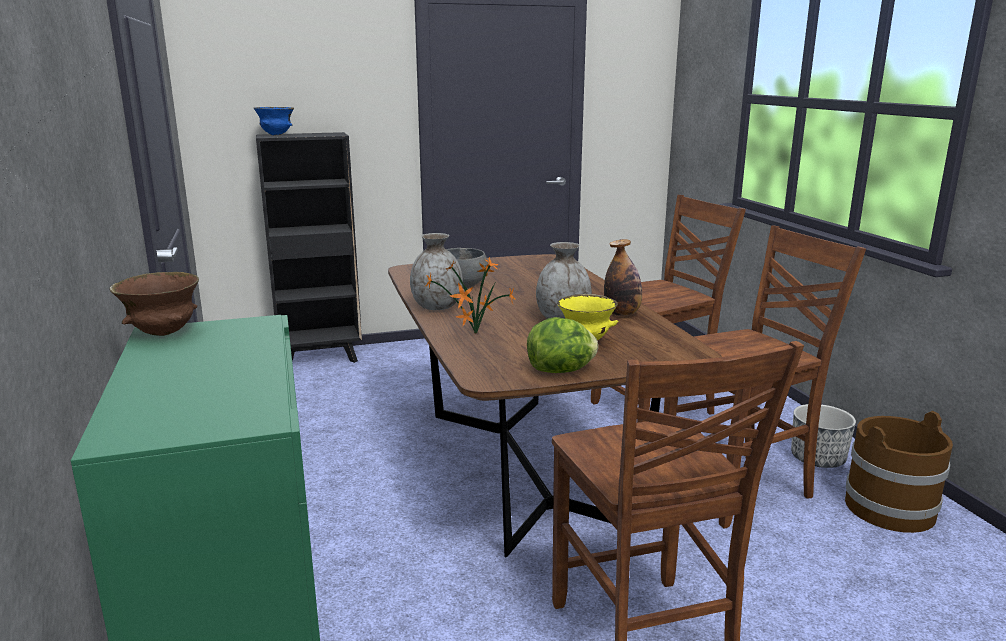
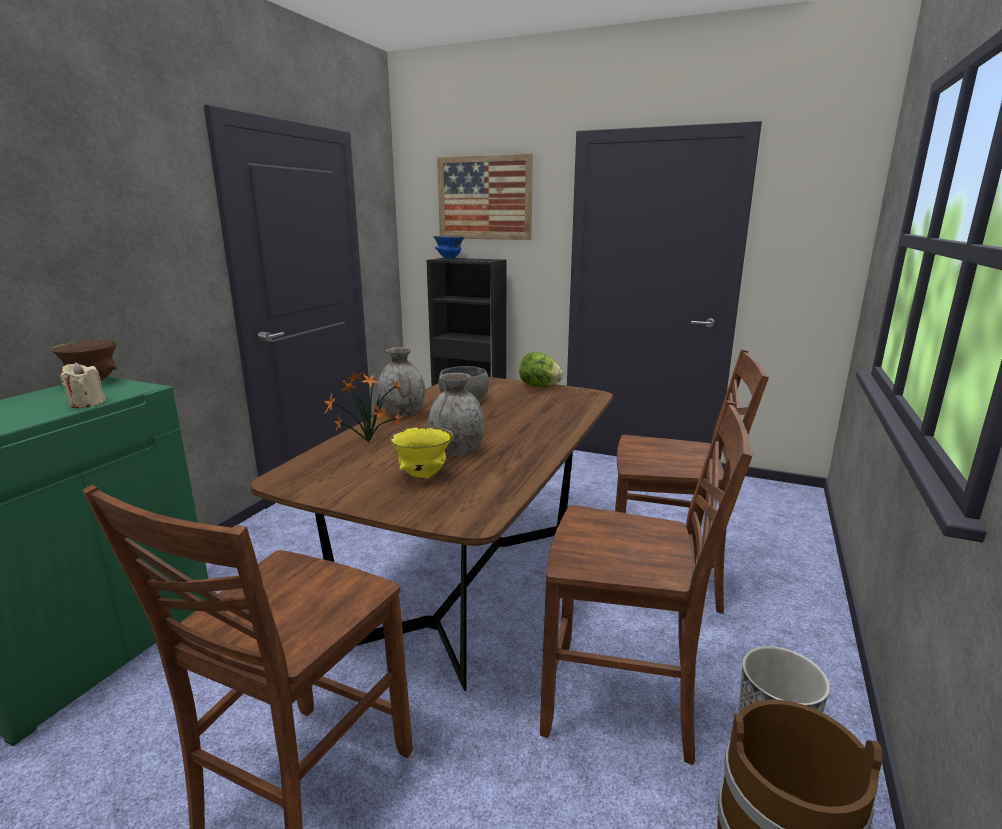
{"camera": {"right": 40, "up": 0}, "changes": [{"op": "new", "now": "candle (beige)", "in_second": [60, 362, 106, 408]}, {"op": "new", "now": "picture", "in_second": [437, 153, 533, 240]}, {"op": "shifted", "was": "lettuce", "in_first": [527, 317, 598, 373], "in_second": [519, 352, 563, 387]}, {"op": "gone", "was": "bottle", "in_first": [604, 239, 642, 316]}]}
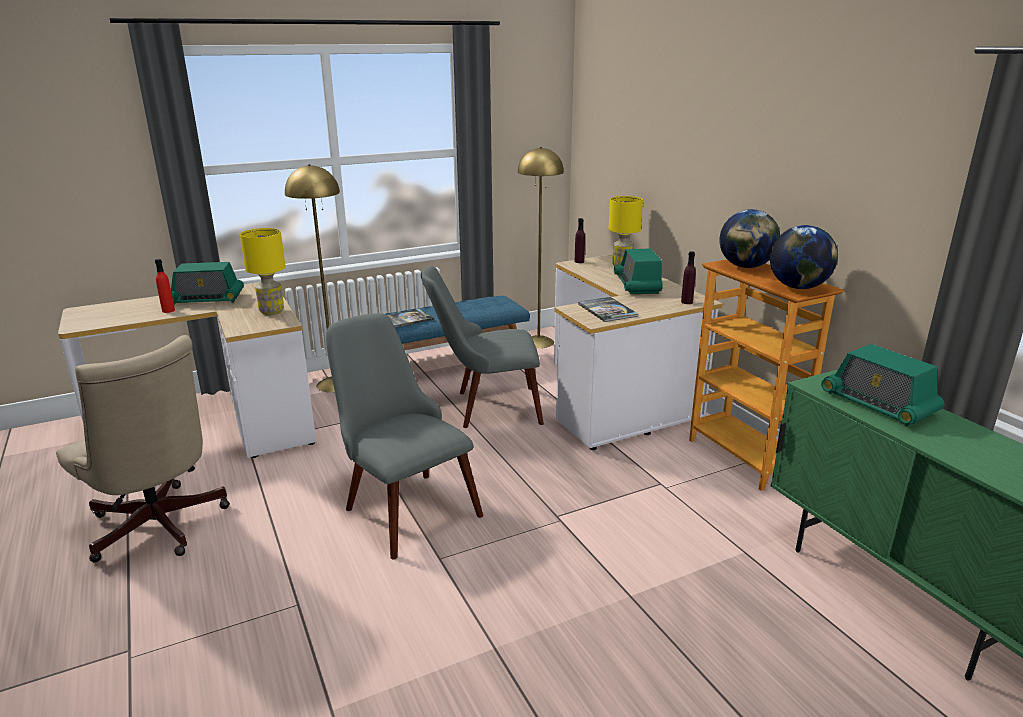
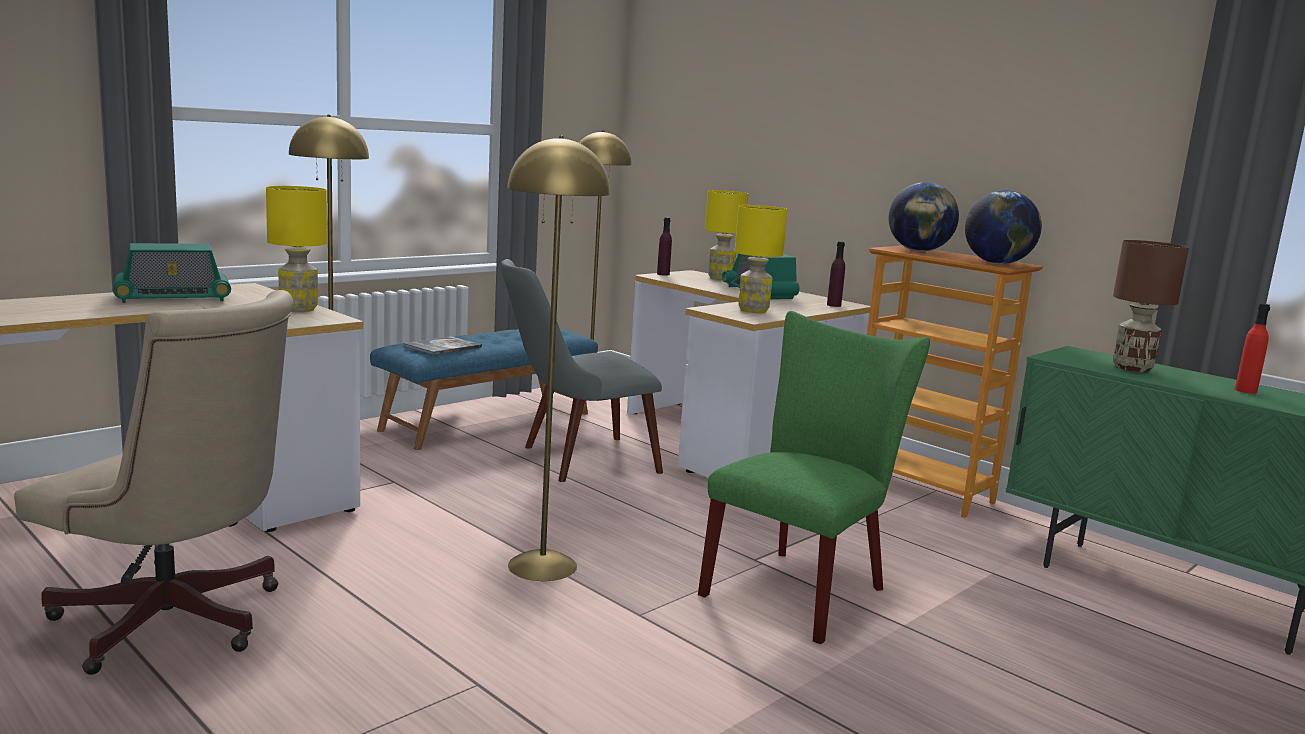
{"camera": {"right": -20, "up": -10}, "changes": [{"op": "swapped", "was": "chair (grey)", "now": "floor lamp (yellow)", "in_first": [326, 313, 483, 560], "in_second": [508, 135, 610, 581]}, {"op": "new", "now": "chair (green)", "in_second": [698, 311, 930, 644]}, {"op": "swapped", "was": "book", "now": "table lamp (yellow)", "in_first": [578, 297, 638, 322], "in_second": [735, 205, 788, 313]}, {"op": "swapped", "was": "radio", "now": "table lamp (brown)", "in_first": [821, 344, 944, 427], "in_second": [1113, 240, 1189, 373]}, {"op": "shifted", "was": "bottle (red)", "in_first": [155, 259, 175, 313], "in_second": [1235, 303, 1270, 394]}]}
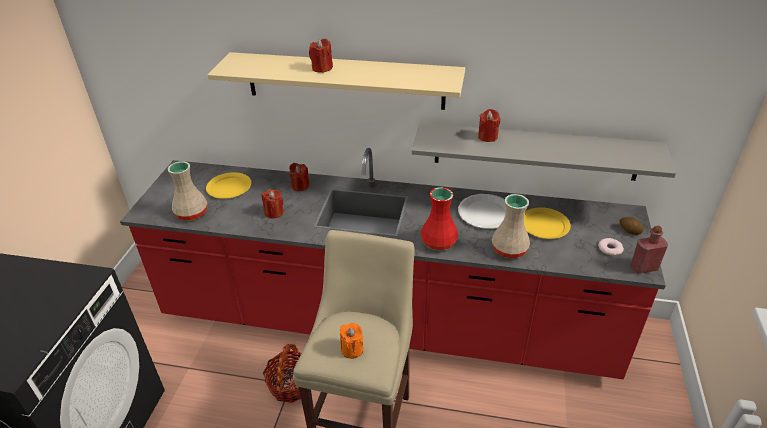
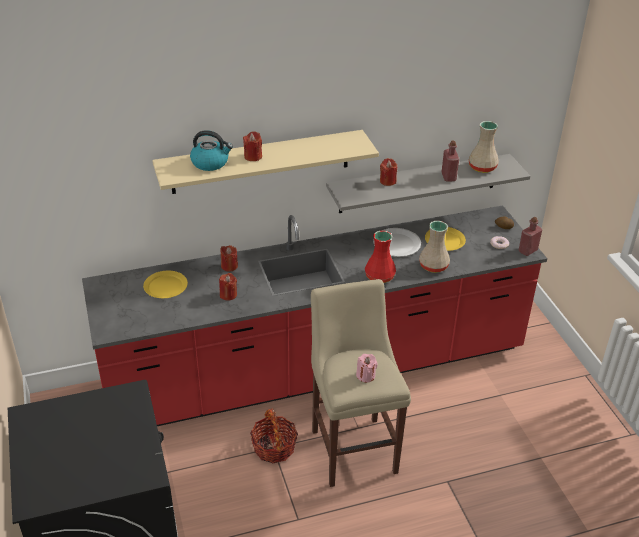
{"camera": {"right": -30, "up": 0}, "changes": [{"op": "new", "now": "kettle", "in_second": [190, 130, 233, 171]}, {"op": "repainted", "was": "candle (orange)", "now": "candle (pink)", "in_first": [340, 323, 364, 359], "in_second": [356, 354, 378, 382]}, {"op": "new", "now": "bottle (red)", "in_second": [442, 141, 459, 182]}, {"op": "shifted", "was": "vase (beige)", "in_first": [168, 161, 207, 221], "in_second": [469, 121, 499, 173]}]}
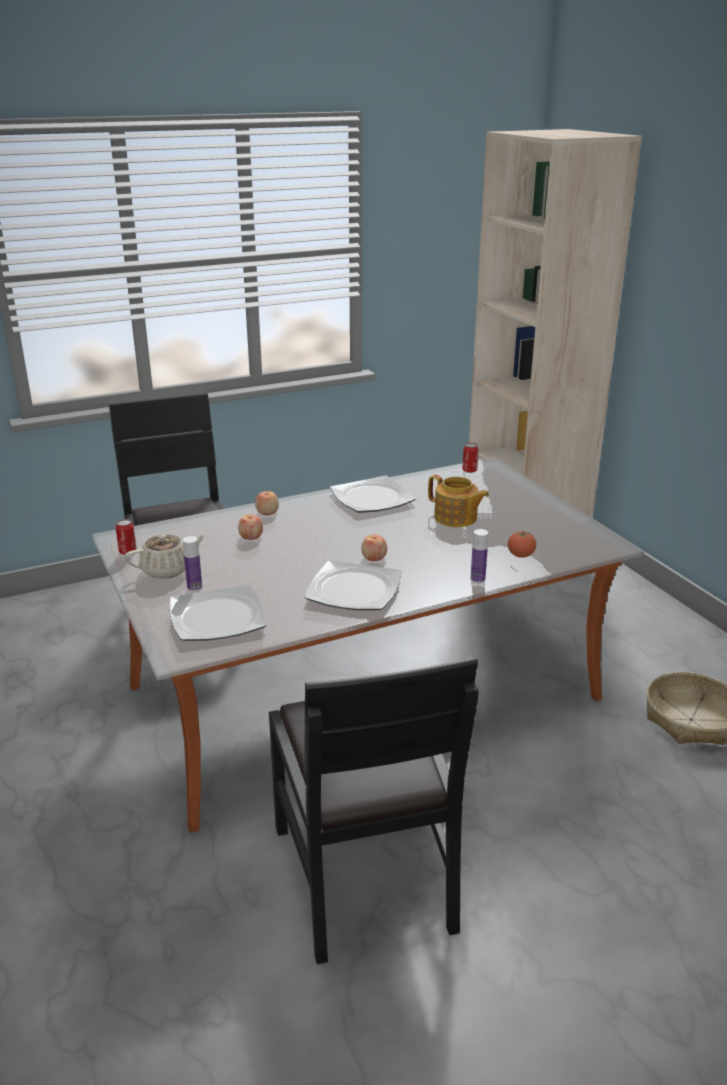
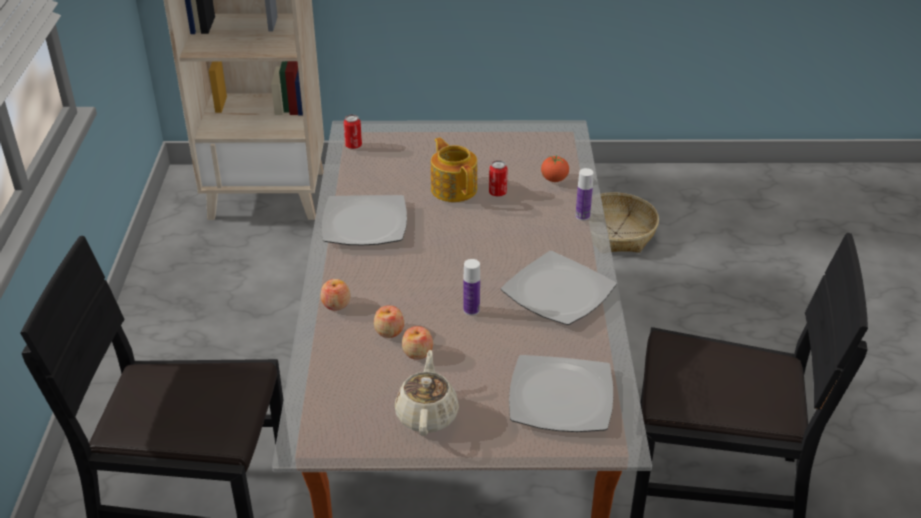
{"camera": {"right": -65, "up": 10}, "changes": [{"op": "shifted", "was": "apple", "in_first": [361, 534, 387, 561], "in_second": [402, 326, 433, 359]}, {"op": "rotated", "was": "teapot", "in_first": [428, 475, 489, 527], "in_second": [431, 137, 477, 202], "clockwise": -90}, {"op": "shifted", "was": "bottle", "in_first": [183, 536, 202, 591], "in_second": [463, 259, 480, 316]}, {"op": "shifted", "was": "can", "in_first": [116, 519, 137, 555], "in_second": [489, 160, 508, 197]}]}
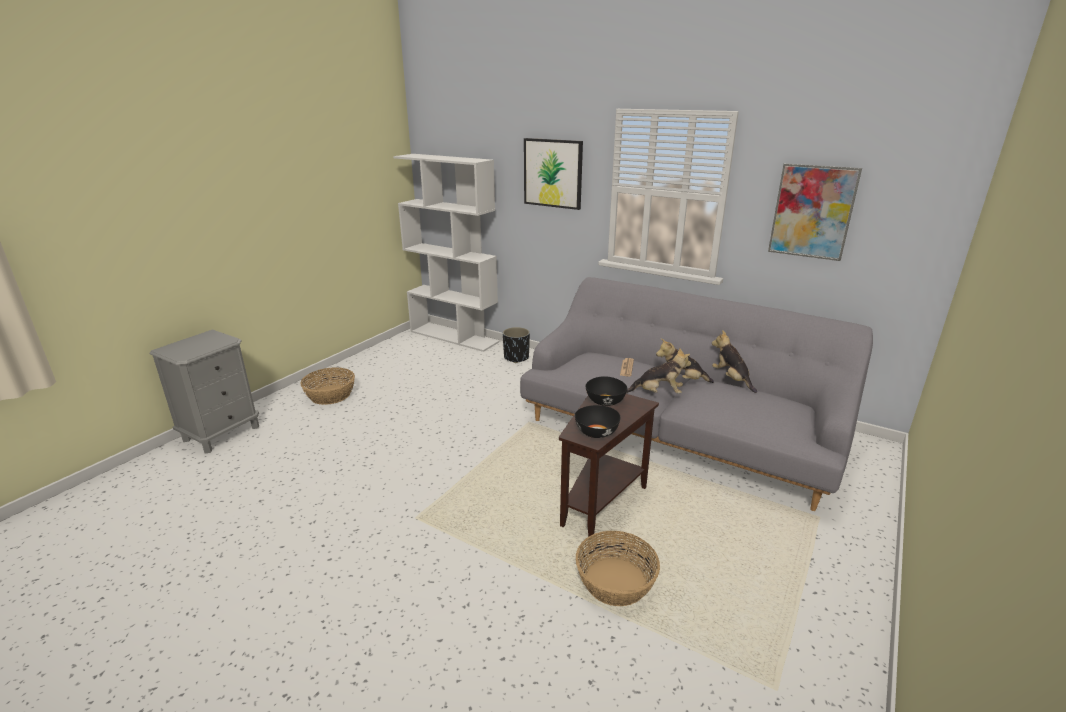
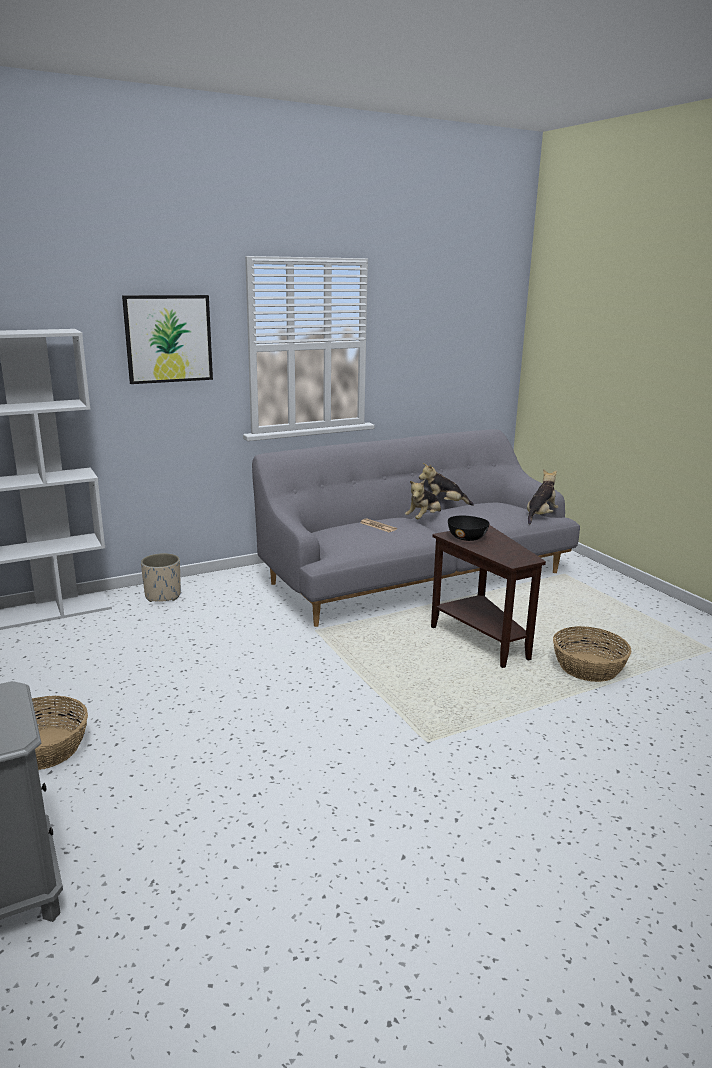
{"camera": {"right": -60, "up": -5}, "changes": [{"op": "repainted", "was": "planter (black)", "now": "planter (beige)", "in_first": [503, 327, 530, 363], "in_second": [141, 553, 181, 602]}, {"op": "shifted", "was": "plush toy", "in_first": [626, 348, 691, 394], "in_second": [527, 469, 558, 525]}, {"op": "gone", "was": "bowl (black)", "in_first": [575, 405, 620, 438]}, {"op": "gone", "was": "picture", "in_first": [768, 163, 862, 261]}]}
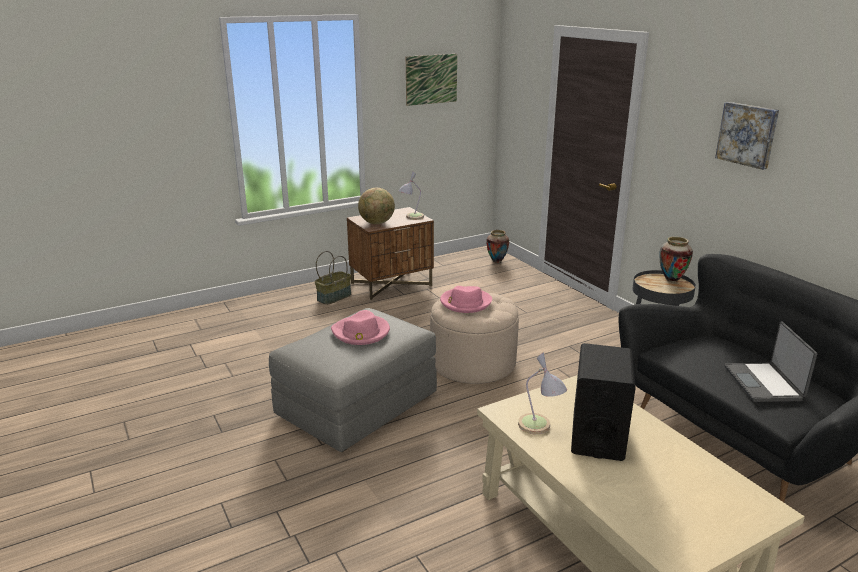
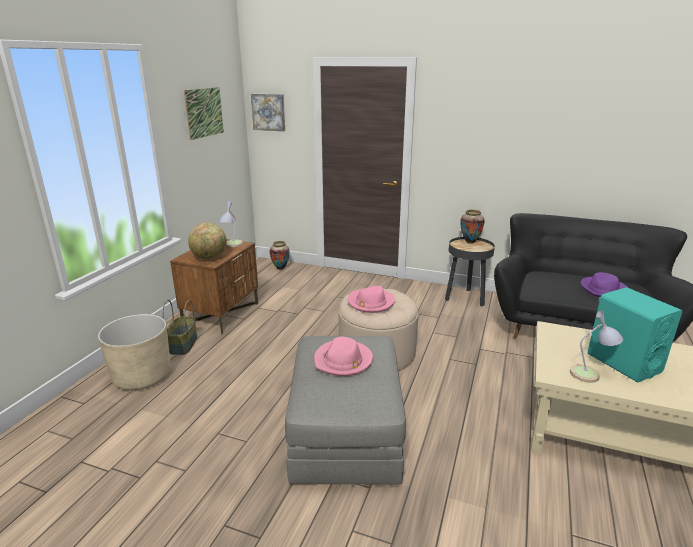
{"camera": {"right": -40, "up": 0}, "changes": [{"op": "new", "now": "planter (beige)", "in_second": [98, 314, 171, 390]}, {"op": "shifted", "was": "picture", "in_first": [715, 102, 779, 170], "in_second": [251, 94, 285, 131]}, {"op": "swapped", "was": "laptop", "now": "hat (purple)", "in_first": [724, 322, 817, 402], "in_second": [581, 272, 628, 297]}, {"op": "repainted", "was": "speaker (black)", "now": "speaker (turquoise)", "in_first": [571, 343, 636, 461], "in_second": [587, 287, 682, 382]}]}
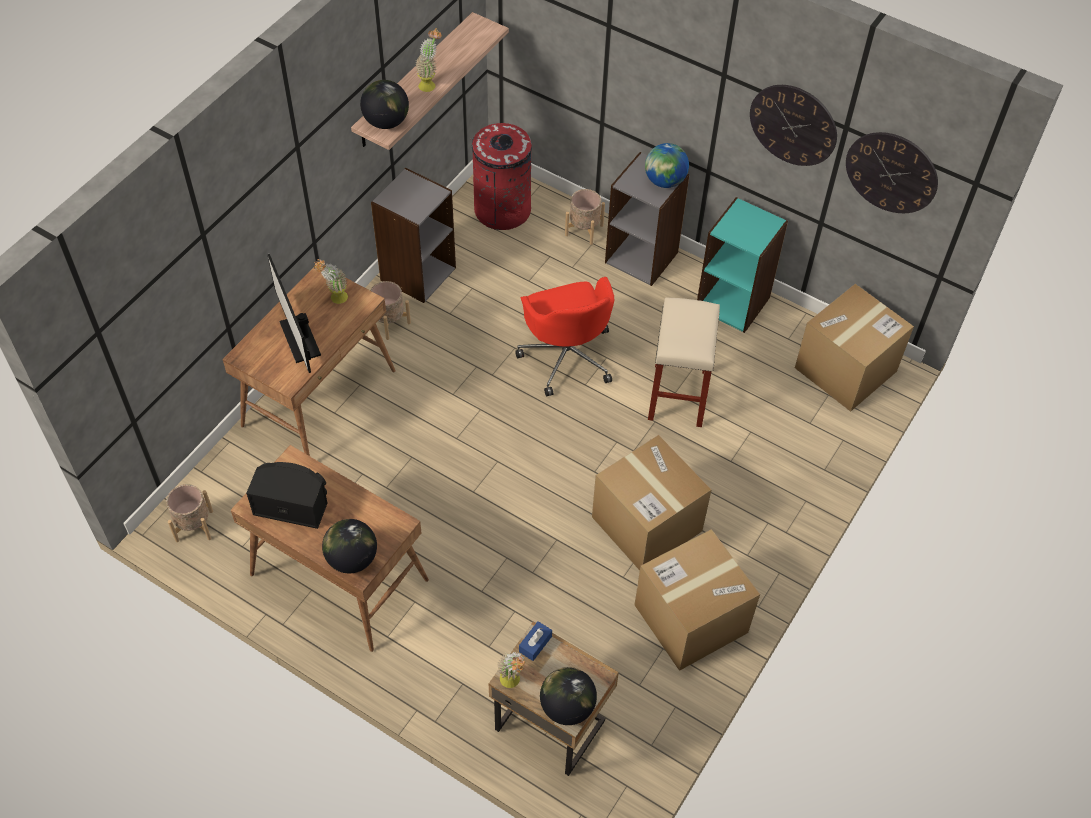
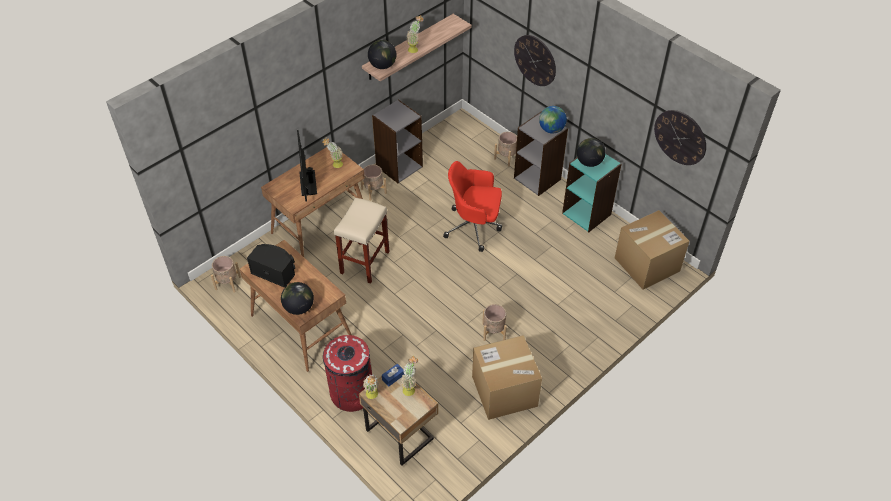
{"camera": {"right": 15, "up": -5}, "changes": [{"op": "shifted", "was": "trash can (red)", "in_first": [470, 123, 532, 230], "in_second": [323, 335, 372, 412]}, {"op": "shifted", "was": "stool (beige)", "in_first": [648, 297, 720, 427], "in_second": [334, 198, 390, 284]}, {"op": "new", "now": "potted plant", "in_second": [400, 355, 418, 396]}, {"op": "rotated", "was": "office chair (red)", "in_first": [515, 277, 614, 396], "in_second": [443, 161, 502, 252], "clockwise": 105}, {"op": "swapped", "was": "cardboard box", "now": "planter (beige)", "in_first": [592, 435, 711, 570], "in_second": [482, 304, 507, 341]}, {"op": "shifted", "was": "wall clock", "in_first": [750, 85, 837, 166], "in_second": [514, 35, 556, 86]}, {"op": "shifted", "was": "globe", "in_first": [540, 667, 597, 725], "in_second": [577, 138, 606, 167]}]}
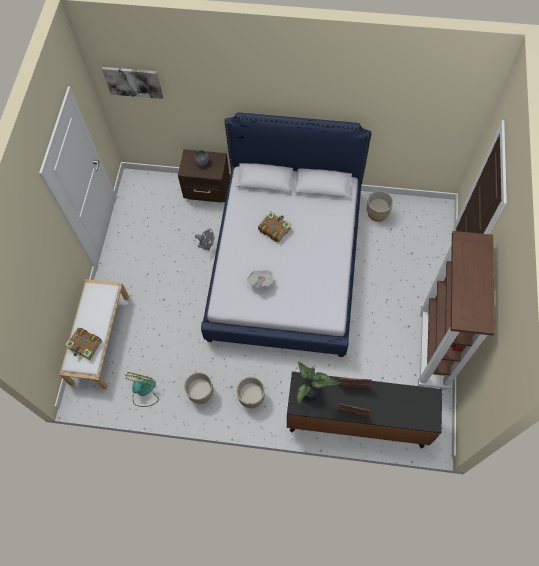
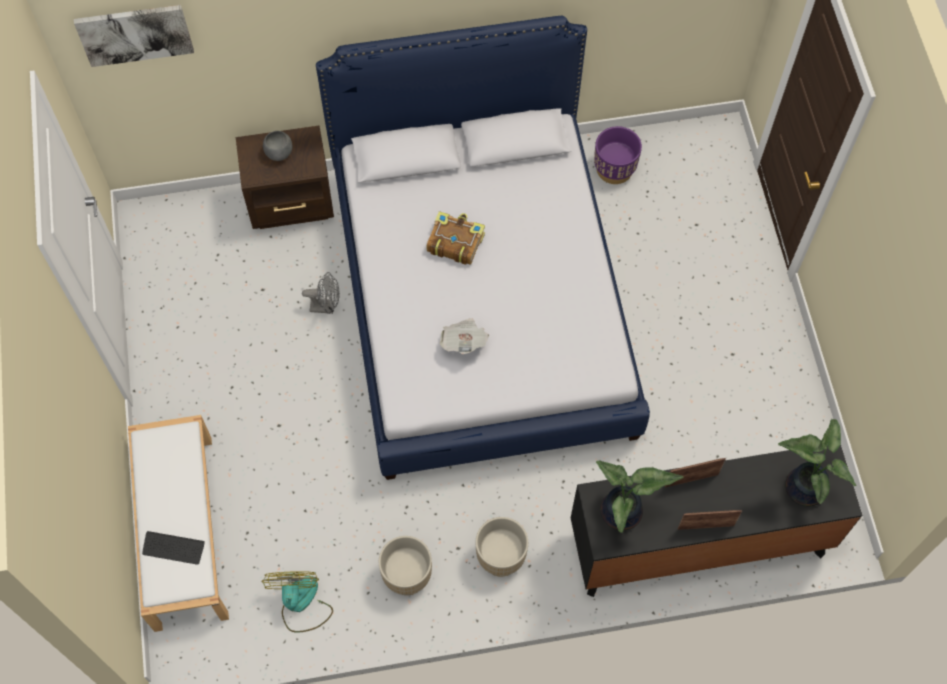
{"camera": {"right": -20, "up": 0}, "changes": [{"op": "swapped", "was": "book", "now": "keyboard", "in_first": [65, 328, 102, 360], "in_second": [142, 531, 205, 565]}, {"op": "repainted", "was": "planter (beige)", "now": "planter (purple)", "in_first": [367, 191, 393, 222], "in_second": [594, 126, 642, 184]}, {"op": "new", "now": "potted plant", "in_second": [778, 419, 856, 507]}, {"op": "gone", "was": "bookcase (brown)", "in_first": [418, 231, 495, 390]}]}
